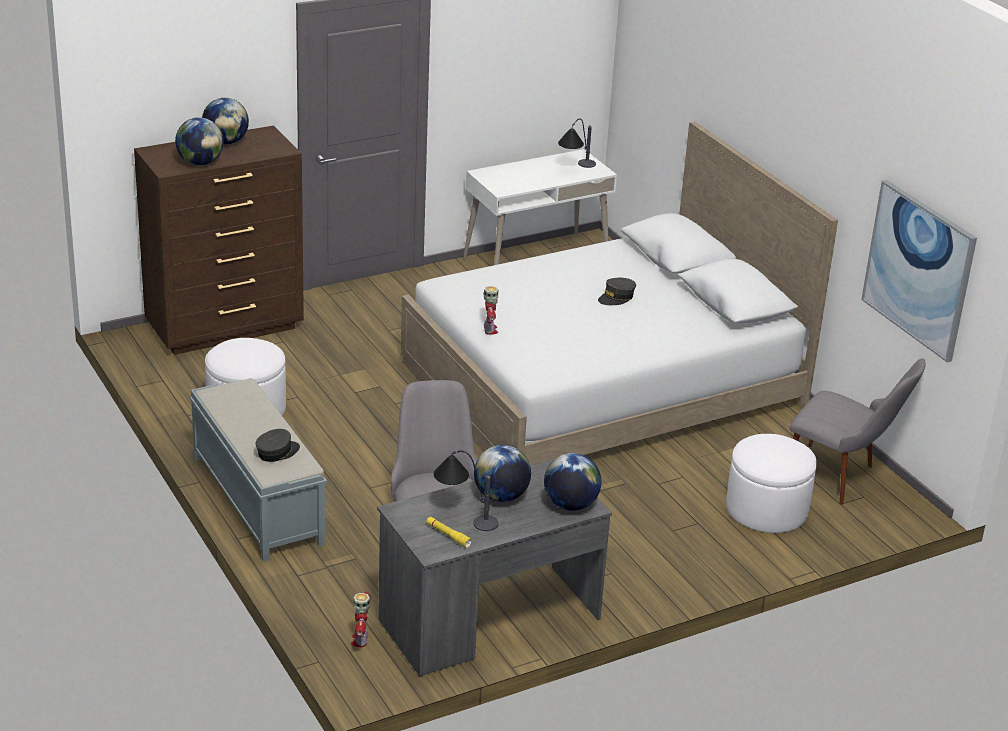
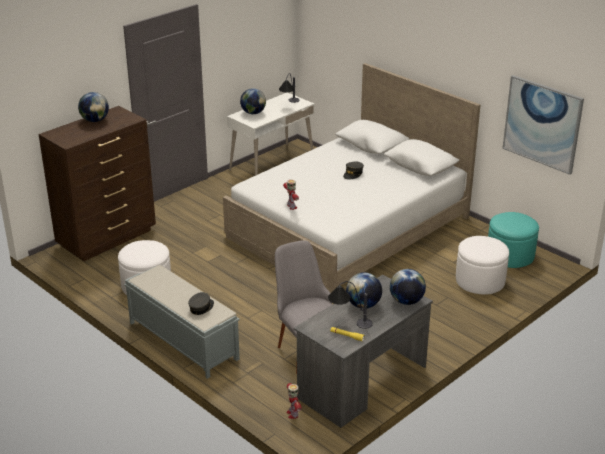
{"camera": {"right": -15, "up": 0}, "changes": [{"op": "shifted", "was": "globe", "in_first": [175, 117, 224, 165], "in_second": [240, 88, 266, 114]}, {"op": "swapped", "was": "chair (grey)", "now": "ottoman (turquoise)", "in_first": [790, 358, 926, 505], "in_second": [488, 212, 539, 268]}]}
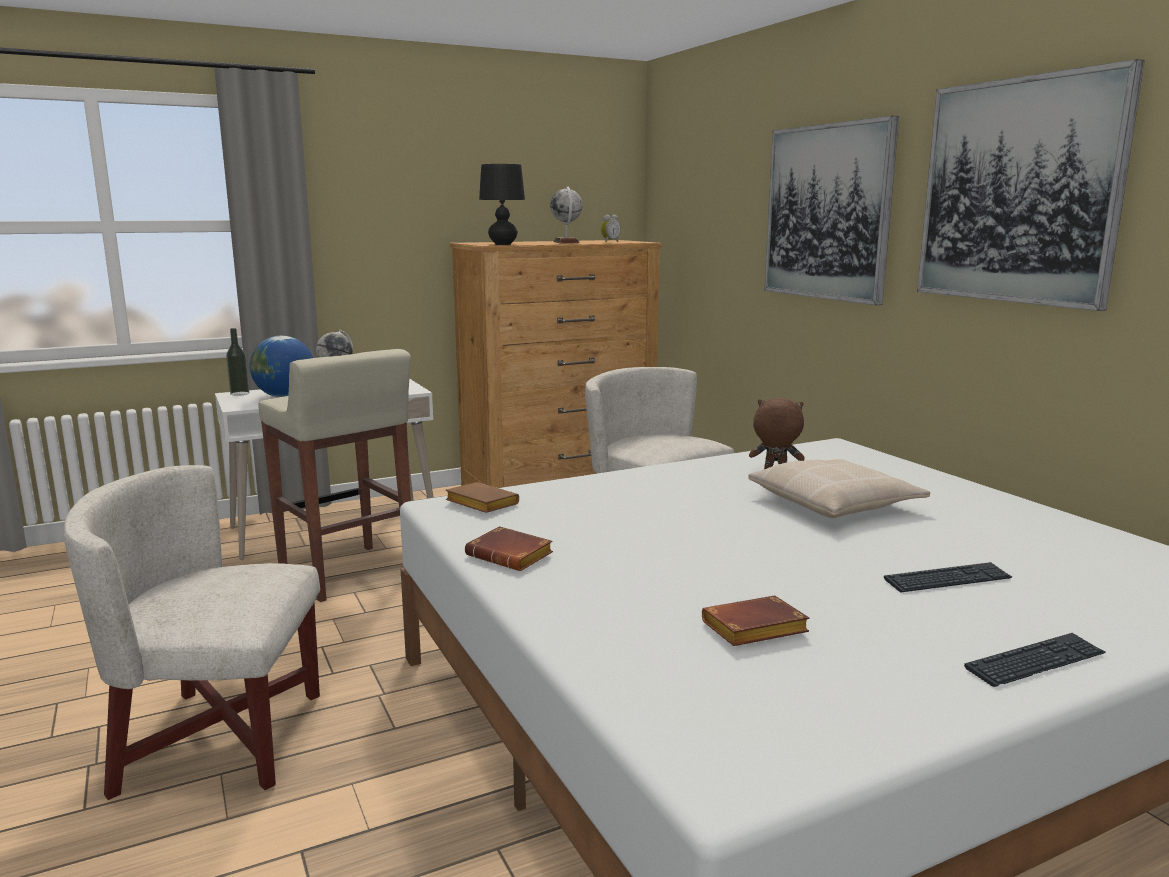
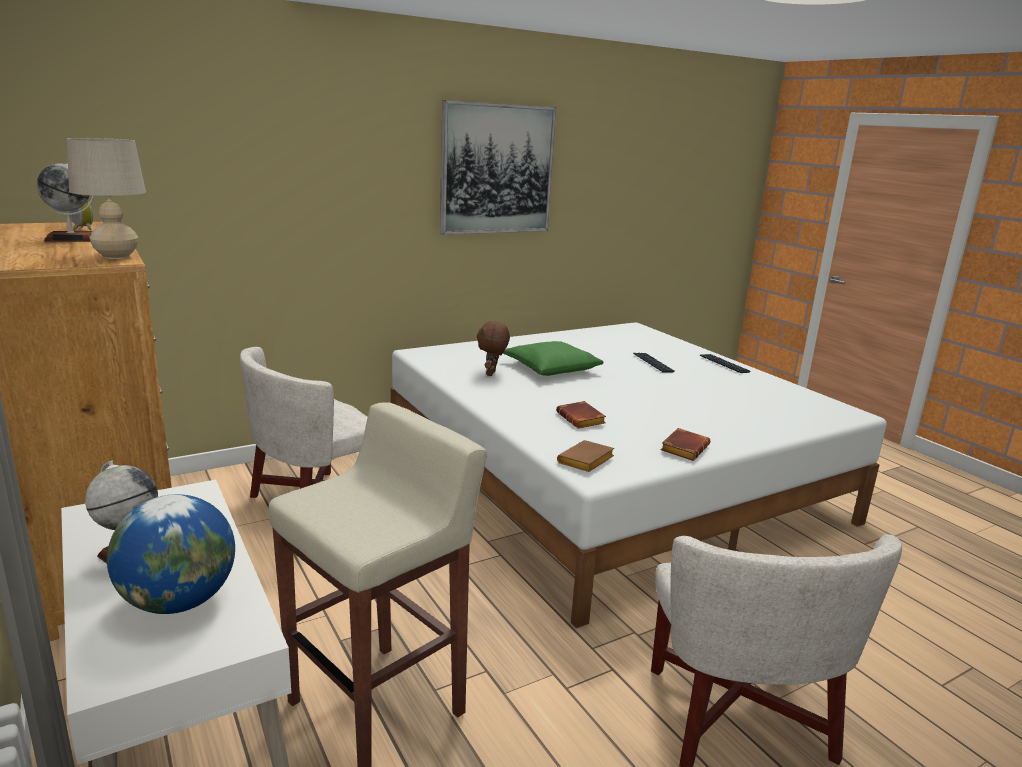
{"camera": {"right": -95, "up": 5}, "changes": [{"op": "repainted", "was": "table lamp (black)", "now": "table lamp (beige)", "in_first": [479, 164, 525, 245], "in_second": [67, 138, 146, 259]}, {"op": "repainted", "was": "pillow (beige)", "now": "pillow (green)", "in_first": [748, 459, 930, 518], "in_second": [503, 341, 603, 376]}, {"op": "shifted", "was": "book (brown)", "in_first": [702, 596, 810, 646], "in_second": [556, 401, 606, 429]}, {"op": "gone", "was": "bottle", "in_first": [226, 328, 249, 396]}, {"op": "gone", "was": "picture", "in_first": [764, 116, 899, 305]}]}
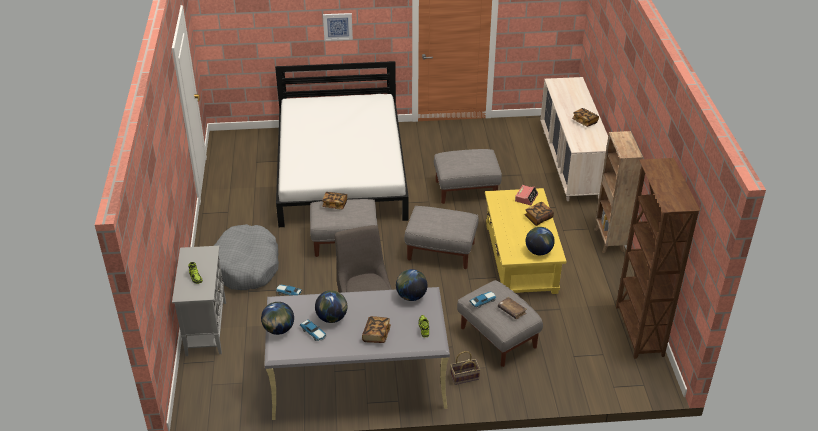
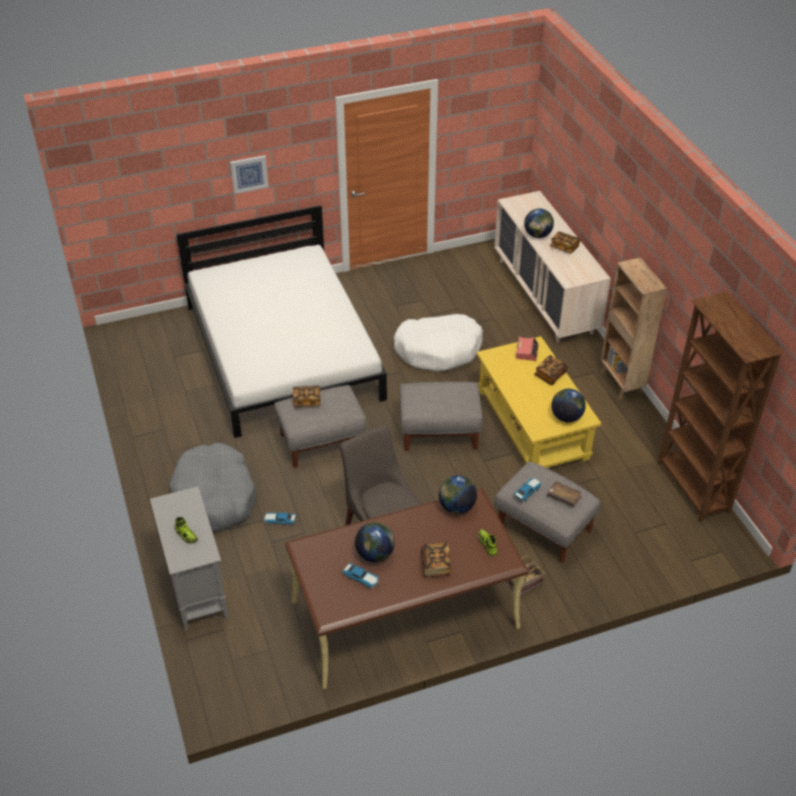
{"camera": {"right": -15, "up": 5}, "changes": [{"op": "repainted", "was": "desk (grey)", "now": "desk (brown)", "in_first": [264, 287, 450, 420], "in_second": [285, 488, 528, 689]}, {"op": "swapped", "was": "ottoman (grey)", "now": "dog bed (white)", "in_first": [434, 149, 502, 204], "in_second": [394, 314, 483, 372]}, {"op": "shifted", "was": "globe", "in_first": [261, 302, 294, 335], "in_second": [524, 208, 554, 238]}]}
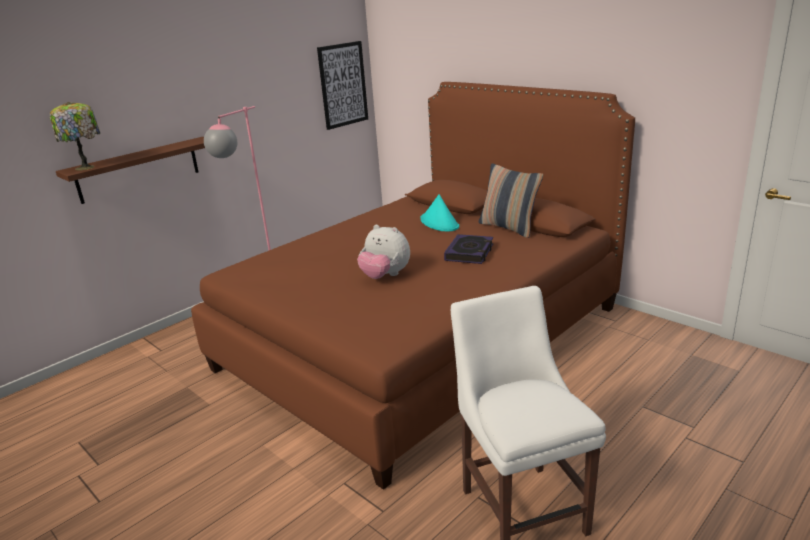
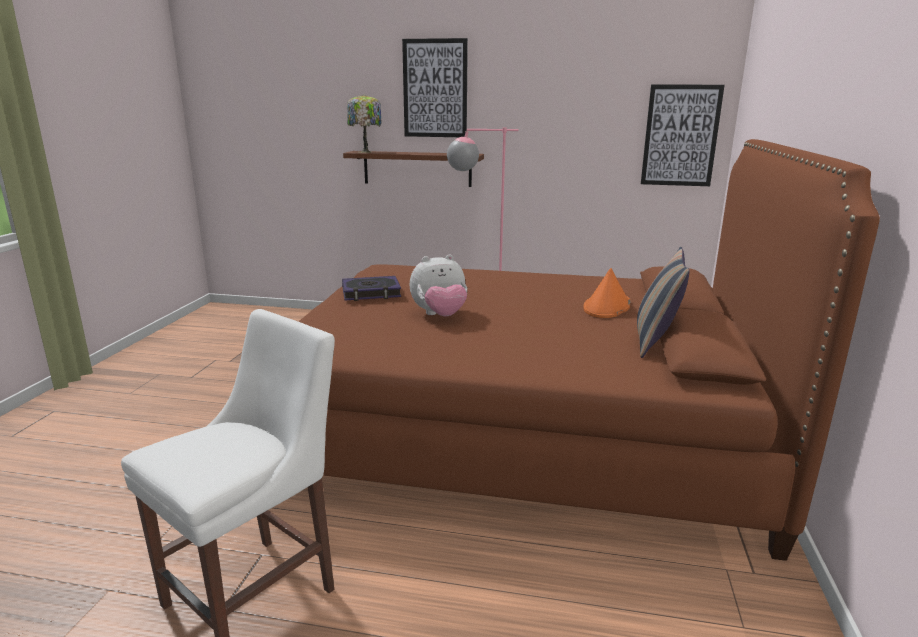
{"camera": {"right": 55, "up": -5}, "changes": [{"op": "shifted", "was": "book", "in_first": [444, 234, 493, 264], "in_second": [342, 276, 401, 301]}, {"op": "new", "now": "picture", "in_second": [402, 38, 468, 137]}, {"op": "rotated", "was": "plush toy", "in_first": [357, 225, 410, 279], "in_second": [410, 254, 467, 316], "clockwise": -105}, {"op": "repainted", "was": "hat (turquoise)", "now": "hat (orange)", "in_first": [420, 194, 459, 232], "in_second": [583, 268, 630, 318]}]}
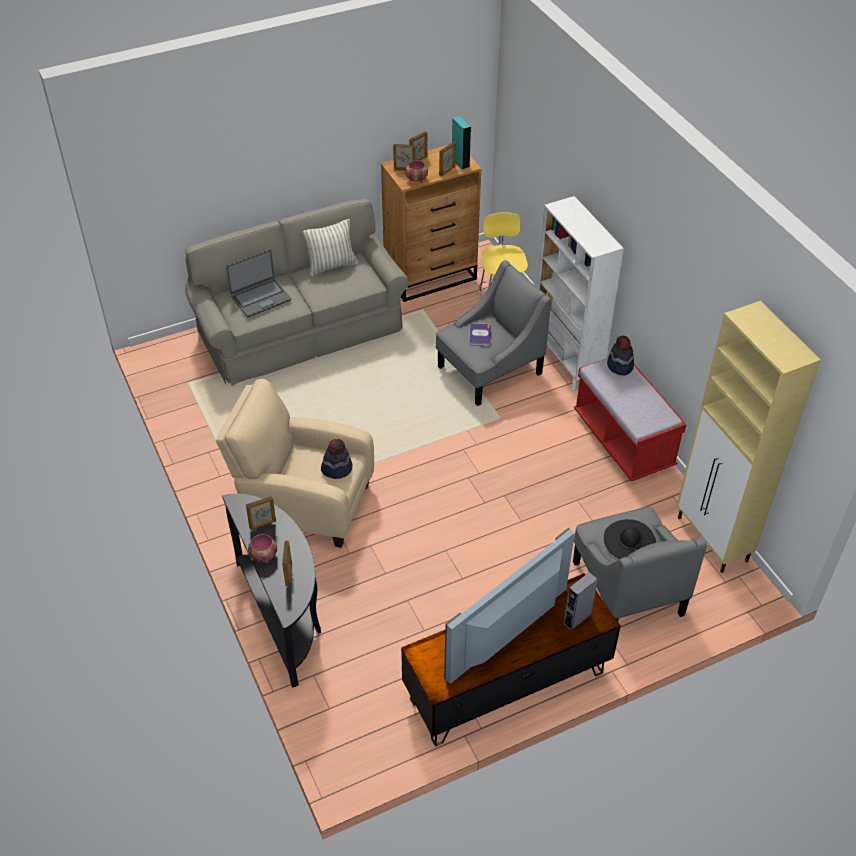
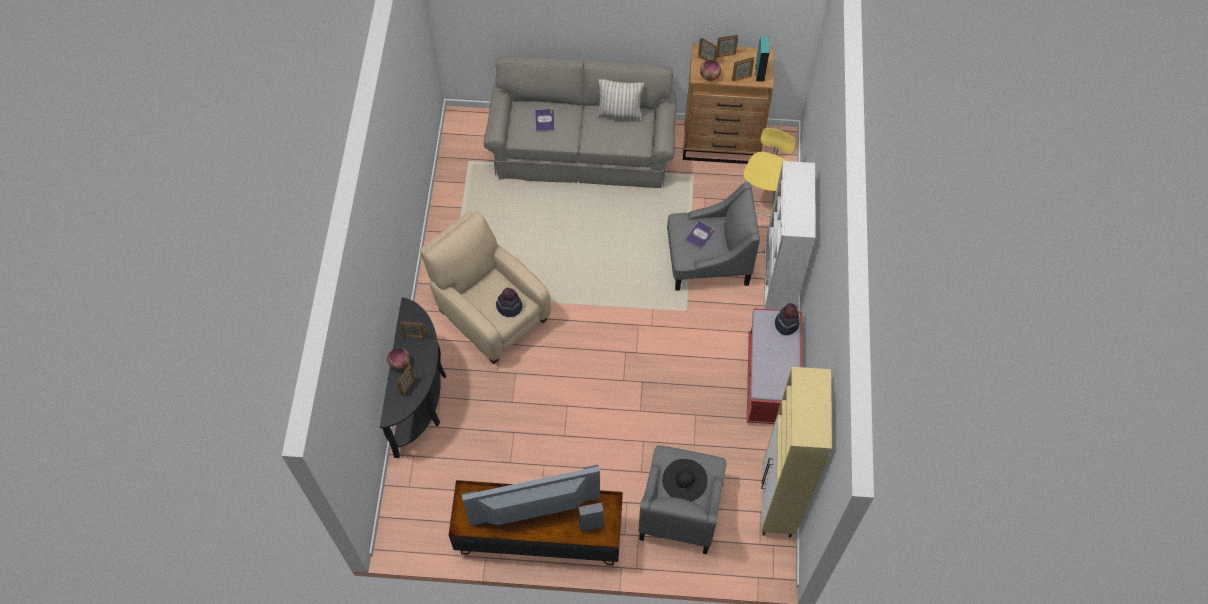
{"camera": {"right": 30, "up": 15}, "changes": [{"op": "swapped", "was": "laptop", "now": "book", "in_first": [226, 250, 291, 317], "in_second": [535, 109, 554, 132]}]}
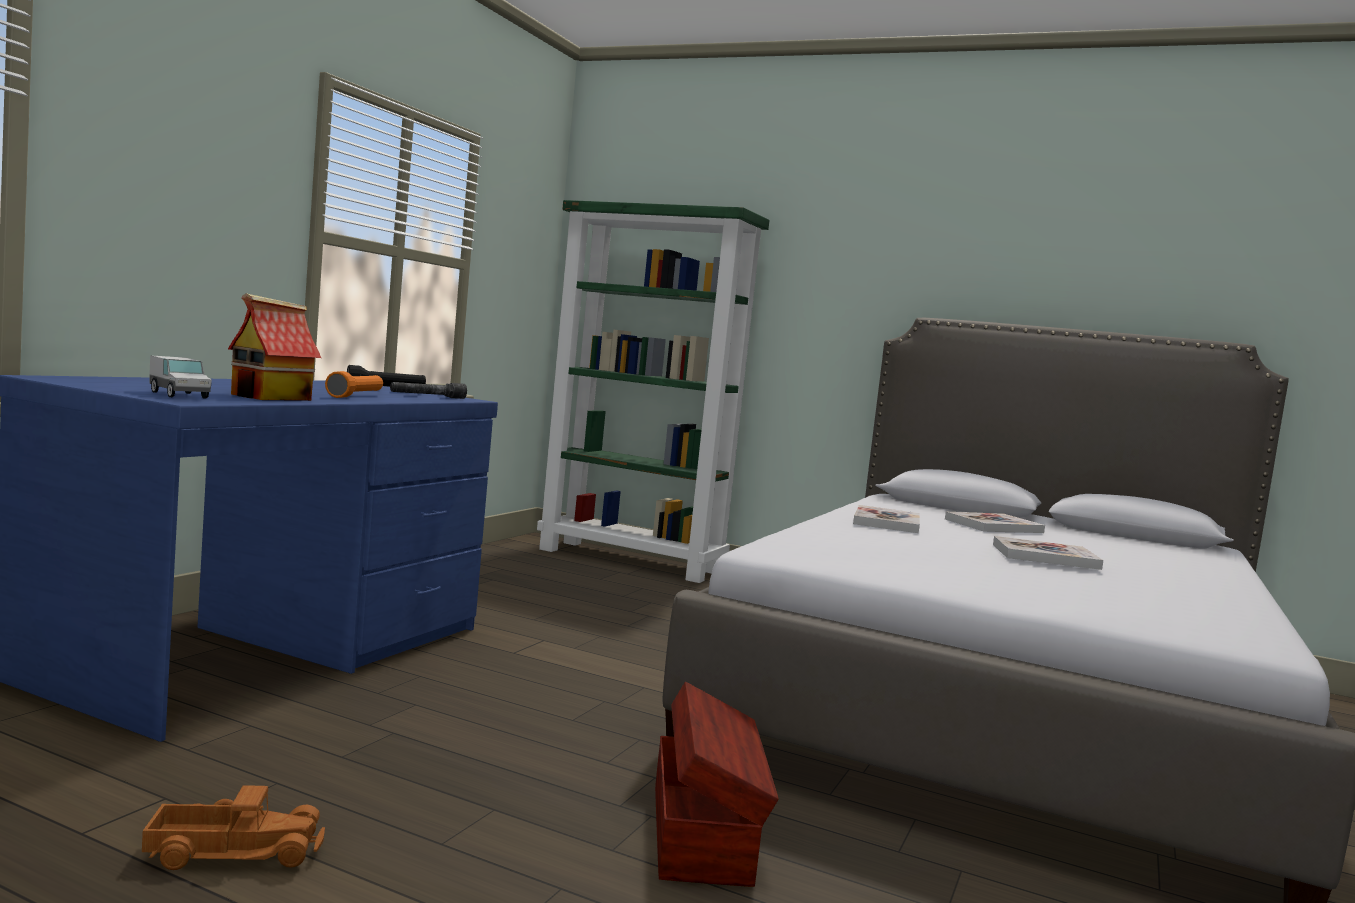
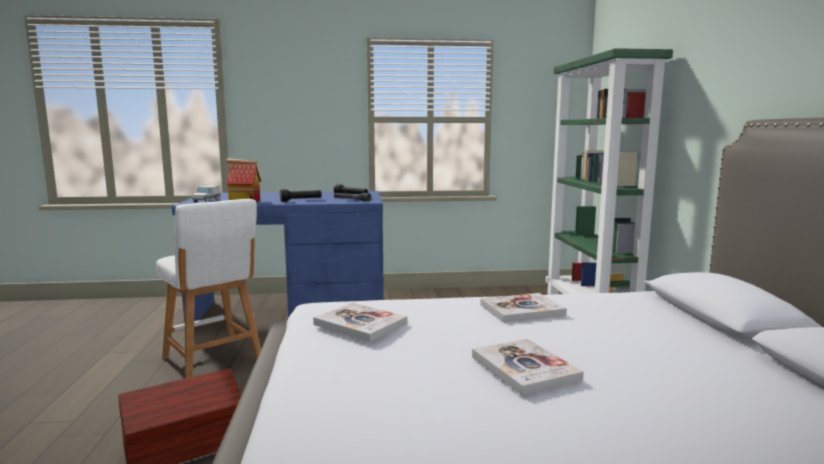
{"camera": {"right": 60, "up": 5}, "changes": [{"op": "new", "now": "stool (white)", "in_second": [156, 199, 261, 378]}, {"op": "repainted", "was": "flashlight (orange)", "now": "flashlight (black)", "in_first": [325, 371, 383, 398], "in_second": [280, 189, 321, 202]}, {"op": "shifted", "was": "book", "in_first": [945, 512, 1045, 533], "in_second": [313, 302, 407, 342]}, {"op": "gone", "was": "toy truck", "in_first": [142, 785, 325, 870]}]}
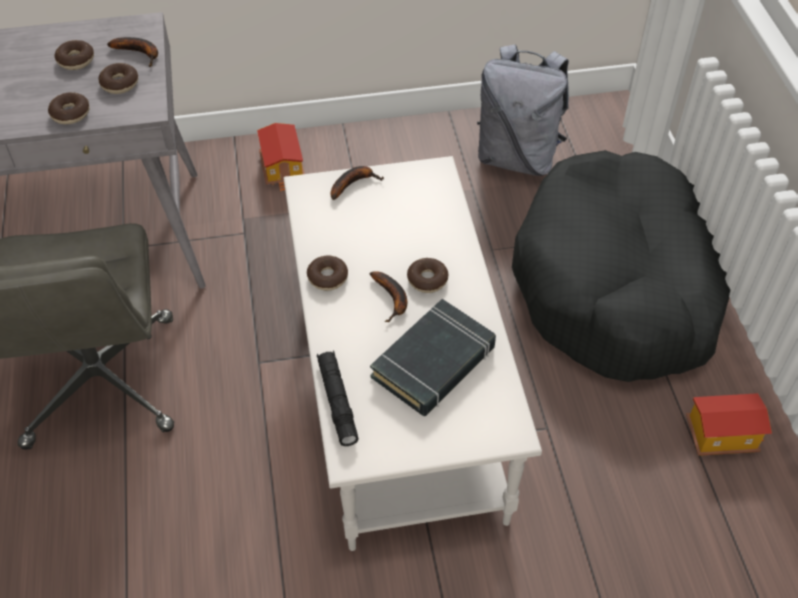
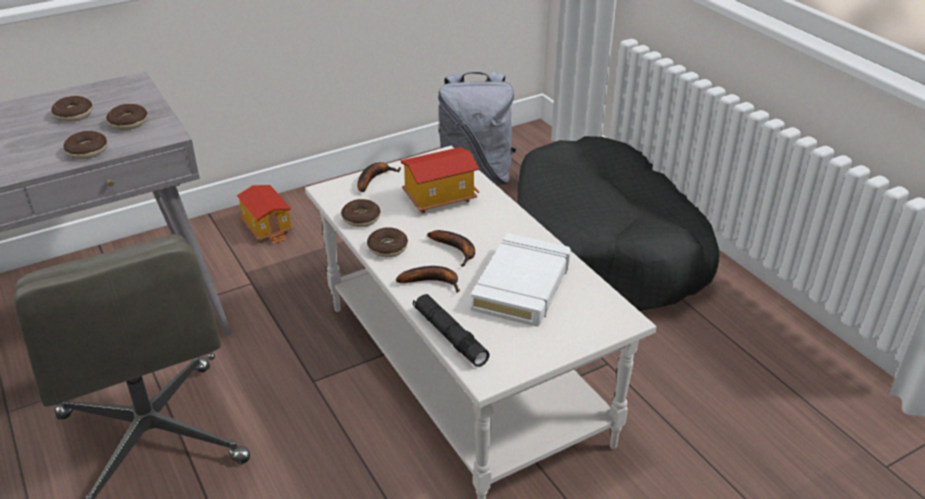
{"camera": {"right": -20, "up": -15}, "changes": [{"op": "shifted", "was": "donut", "in_first": [407, 258, 448, 293], "in_second": [341, 199, 380, 227]}, {"op": "shifted", "was": "banana", "in_first": [107, 37, 158, 67], "in_second": [396, 266, 460, 293]}, {"op": "shifted", "was": "toy house", "in_first": [686, 393, 772, 456], "in_second": [401, 147, 480, 213]}, {"op": "repainted", "was": "book (black)", "now": "book (white)", "in_first": [370, 299, 496, 416], "in_second": [471, 233, 571, 327]}]}
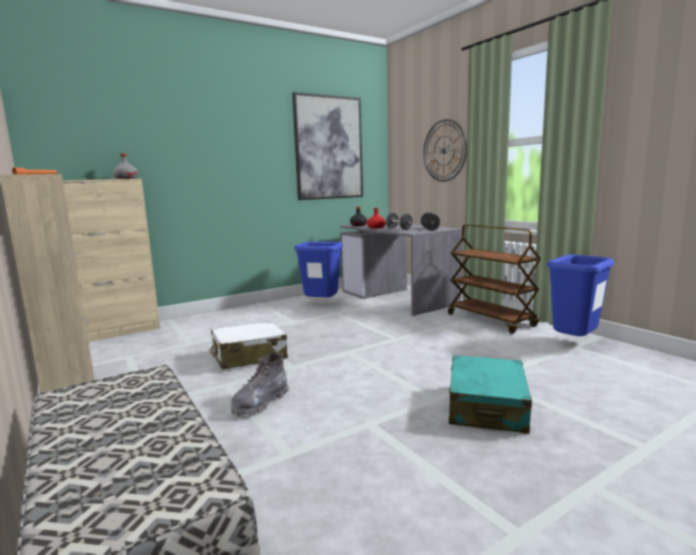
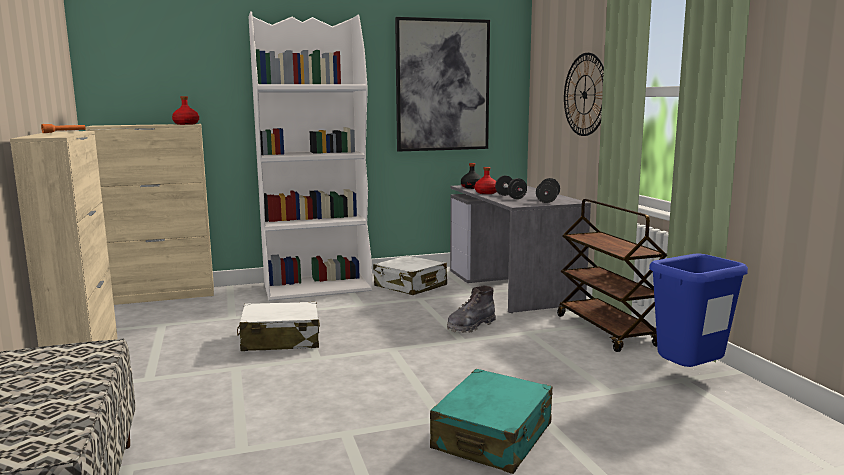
{"camera": {"right": 15, "up": 0}, "changes": [{"op": "repainted", "was": "bottle (grey)", "now": "bottle (red)", "in_first": [113, 153, 138, 179], "in_second": [172, 96, 199, 125]}, {"op": "new", "now": "bookcase (white)", "in_second": [249, 11, 372, 301]}, {"op": "swapped", "was": "trash can (blue)", "now": "suitcase (white)", "in_first": [295, 242, 343, 297], "in_second": [373, 255, 447, 295]}, {"op": "shifted", "was": "boot (grey)", "in_first": [231, 353, 289, 417], "in_second": [447, 286, 496, 333]}]}
